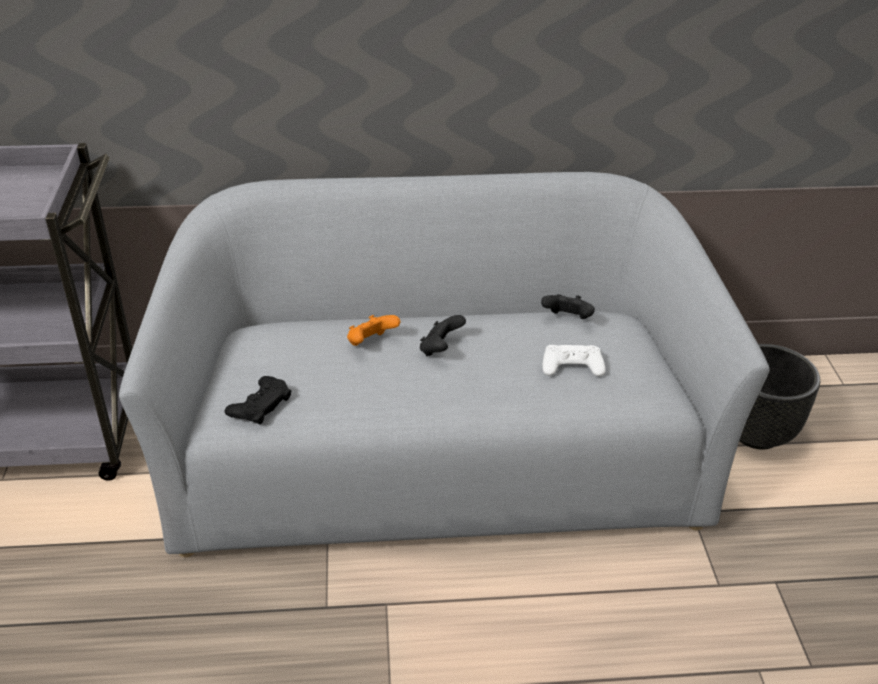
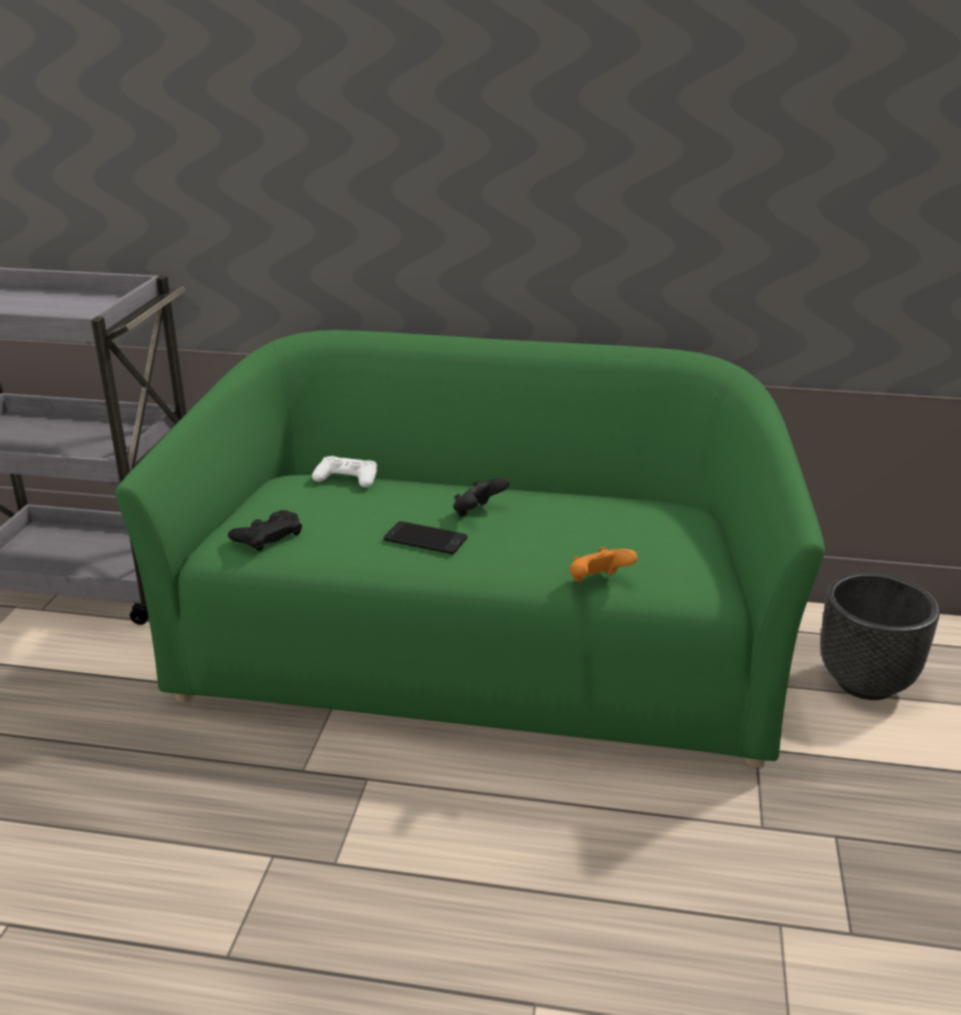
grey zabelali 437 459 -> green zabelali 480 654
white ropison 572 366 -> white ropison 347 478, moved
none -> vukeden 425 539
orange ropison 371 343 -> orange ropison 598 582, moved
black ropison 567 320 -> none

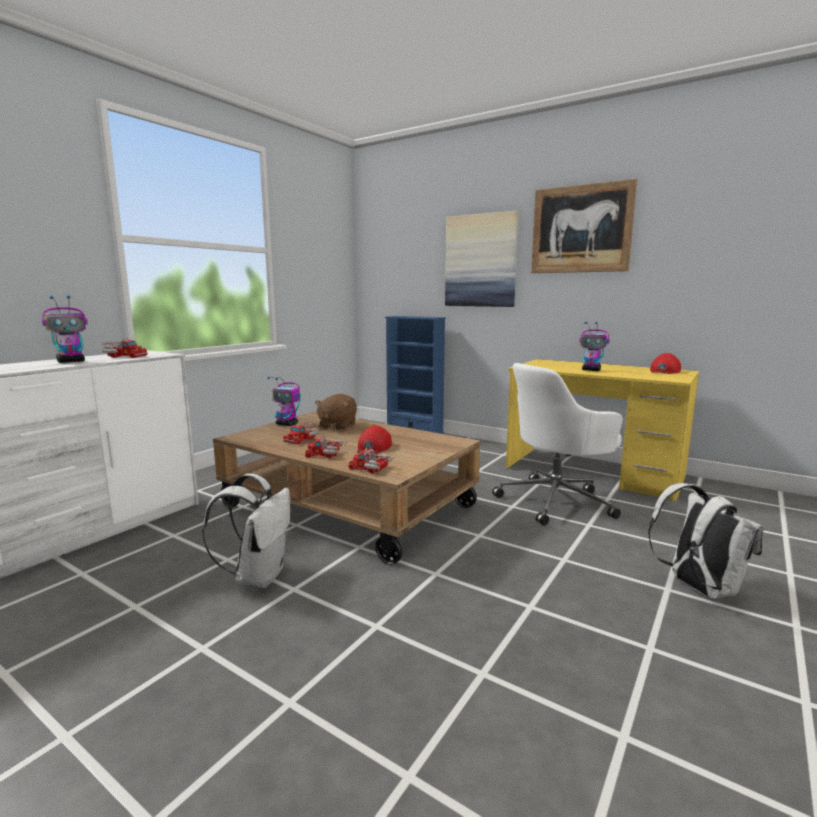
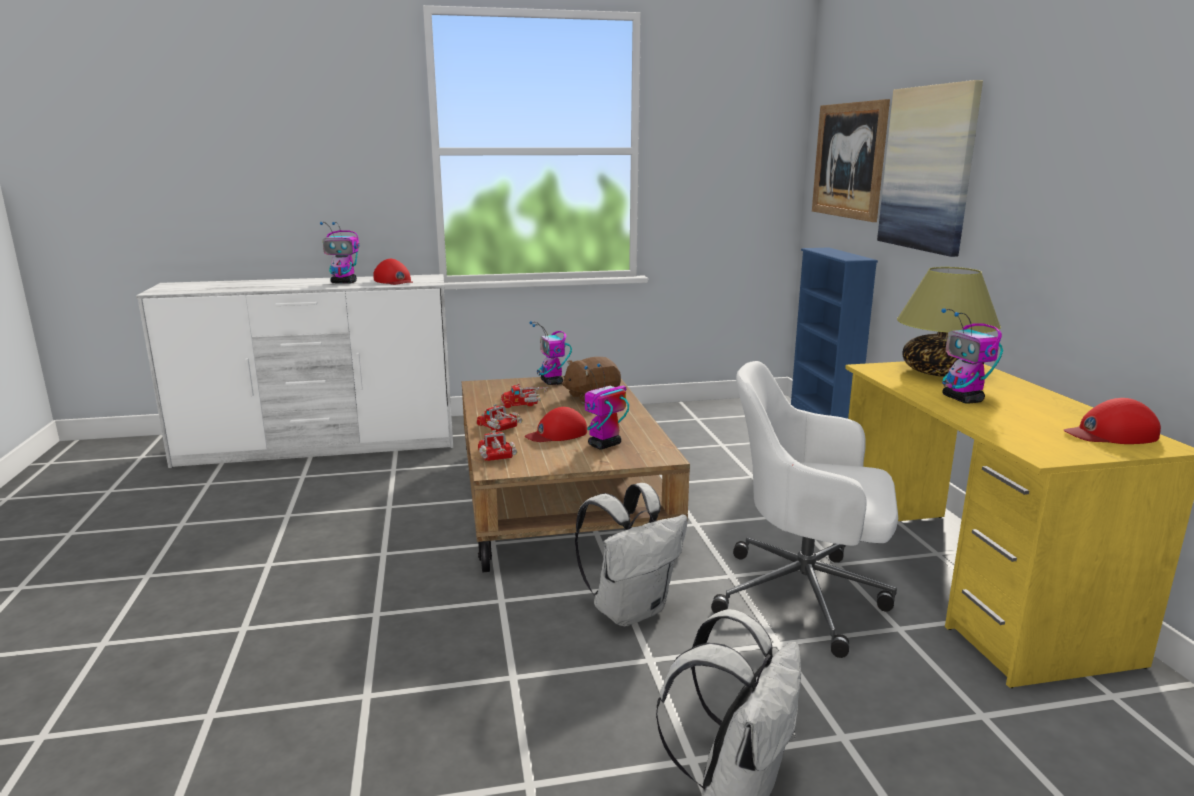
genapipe 122 356 -> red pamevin 394 281
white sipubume 259 576 -> white sipubume 630 609, moved
none -> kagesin 604 445
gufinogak 581 229 -> gufinogak 849 160, moved
none -> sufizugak 941 372

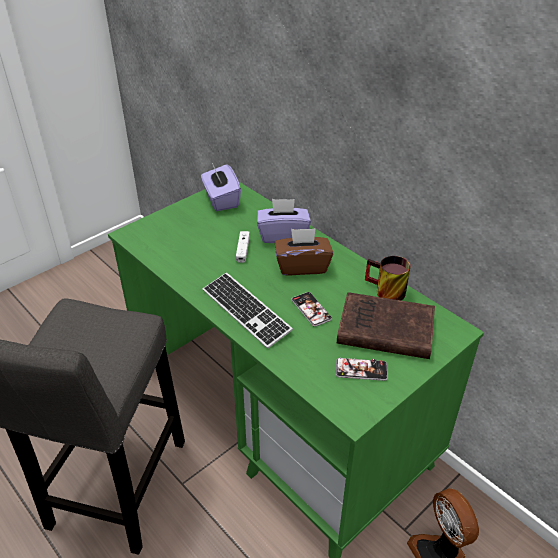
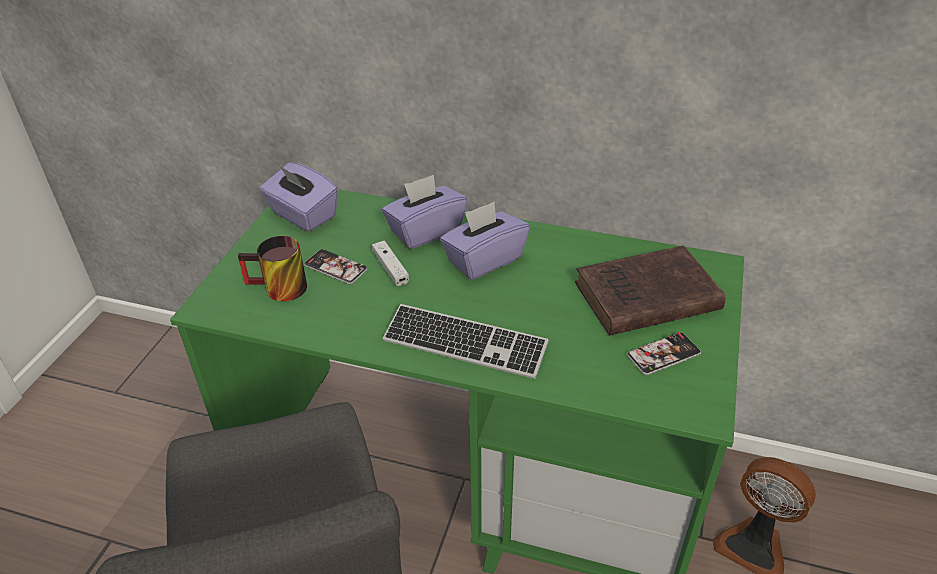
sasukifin 384 292 -> sasukifin 278 290, moved
vukeden 311 309 -> vukeden 336 267, moved
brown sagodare 302 266 -> purple sagodare 484 260

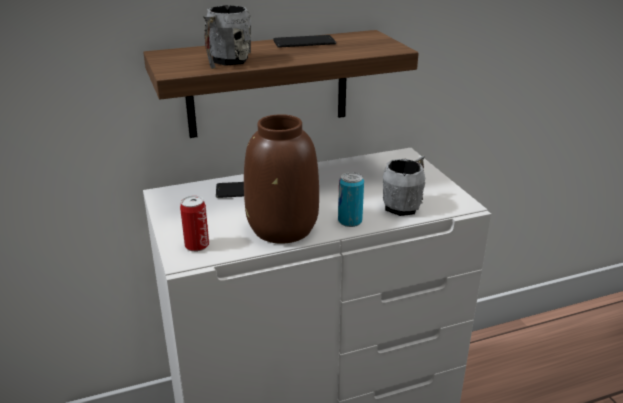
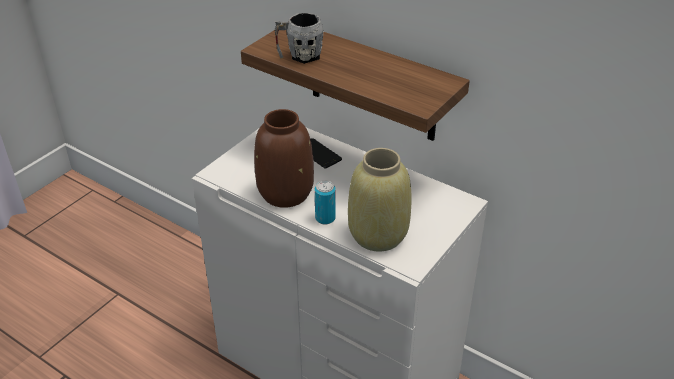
grey sasukifin 405 205 -> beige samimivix 377 235
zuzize 197 245 -> none
vukeden 304 42 -> none

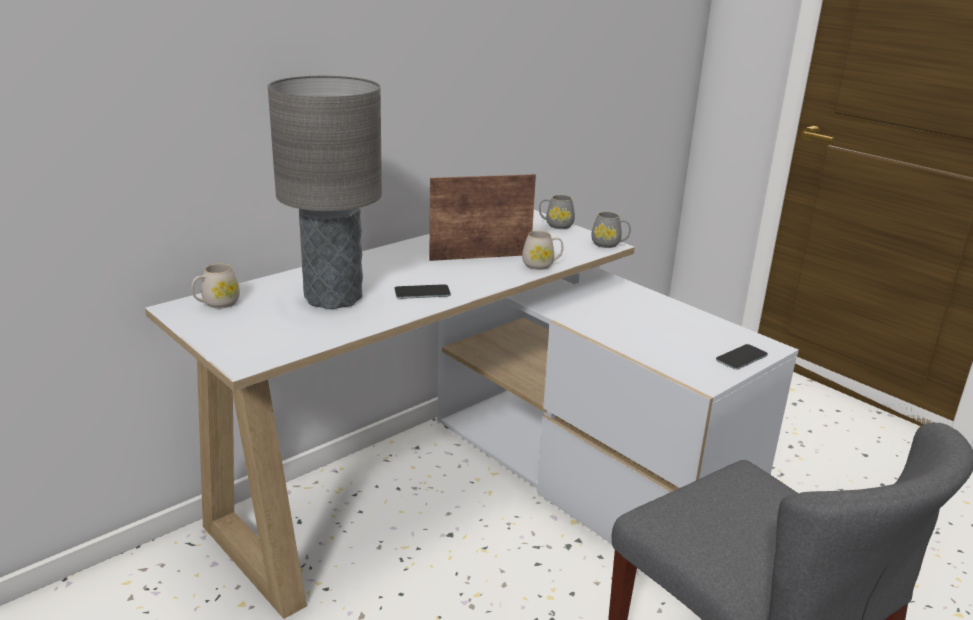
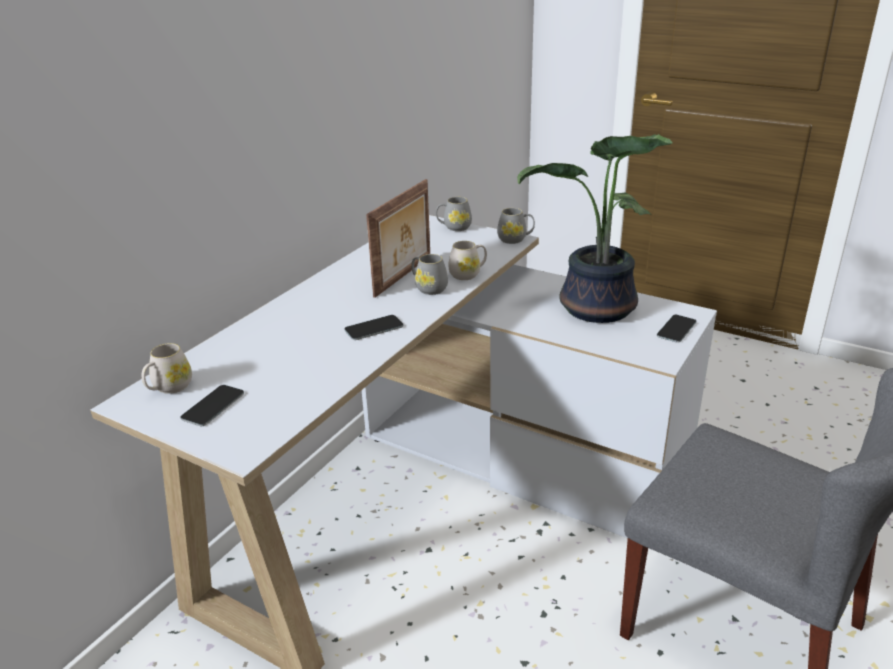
none -> vukeden 213 406
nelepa 480 256 -> nelepa 404 276, 150 degrees clockwise
none -> grey sasukifin 428 288
none -> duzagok 596 310
grey sufizugak 333 298 -> none

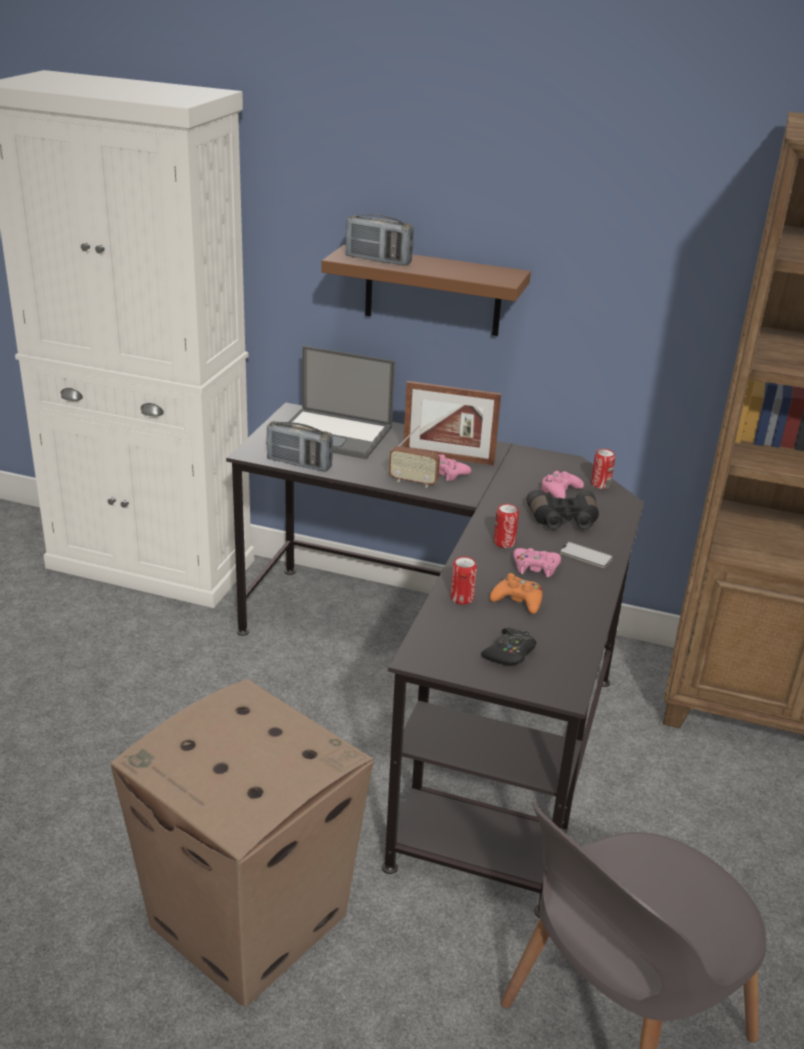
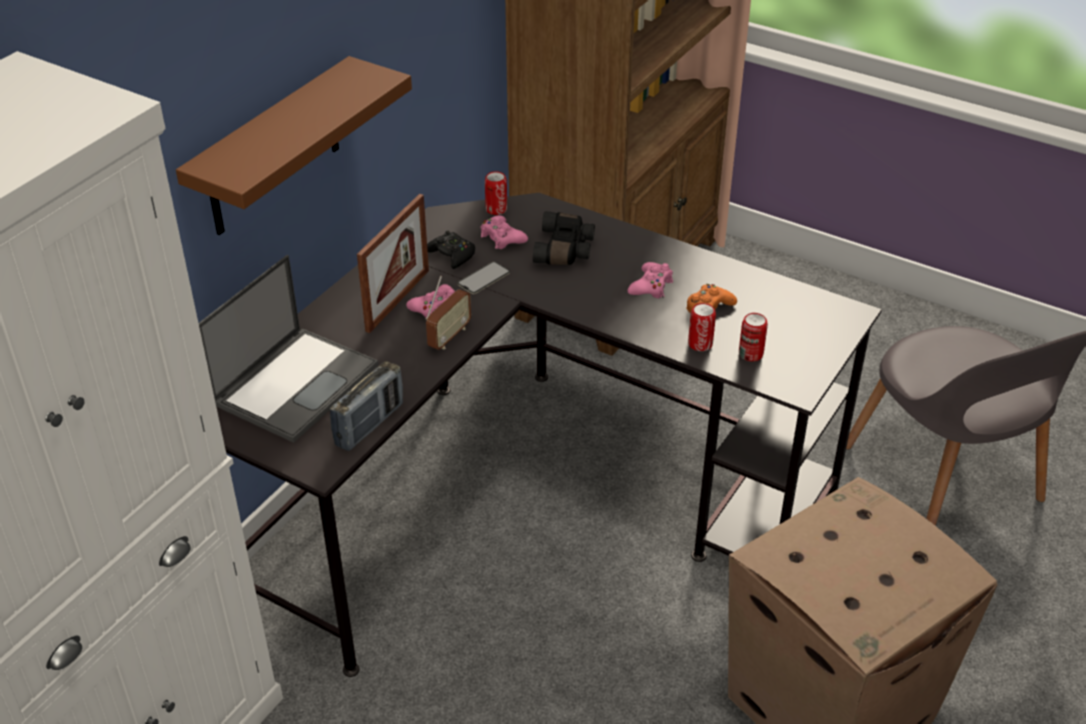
black ropison 509 653 -> black ropison 451 255, moved
vukeden 585 555 -> vukeden 483 278, moved
zuzize 504 543 -> zuzize 750 354, moved
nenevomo 378 260 -> none

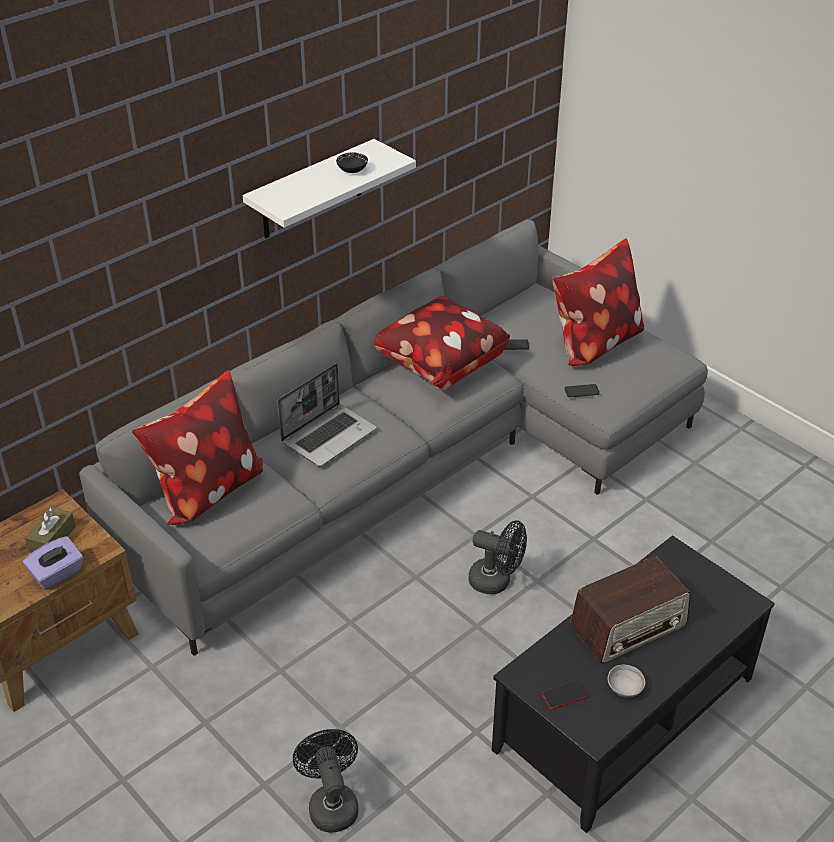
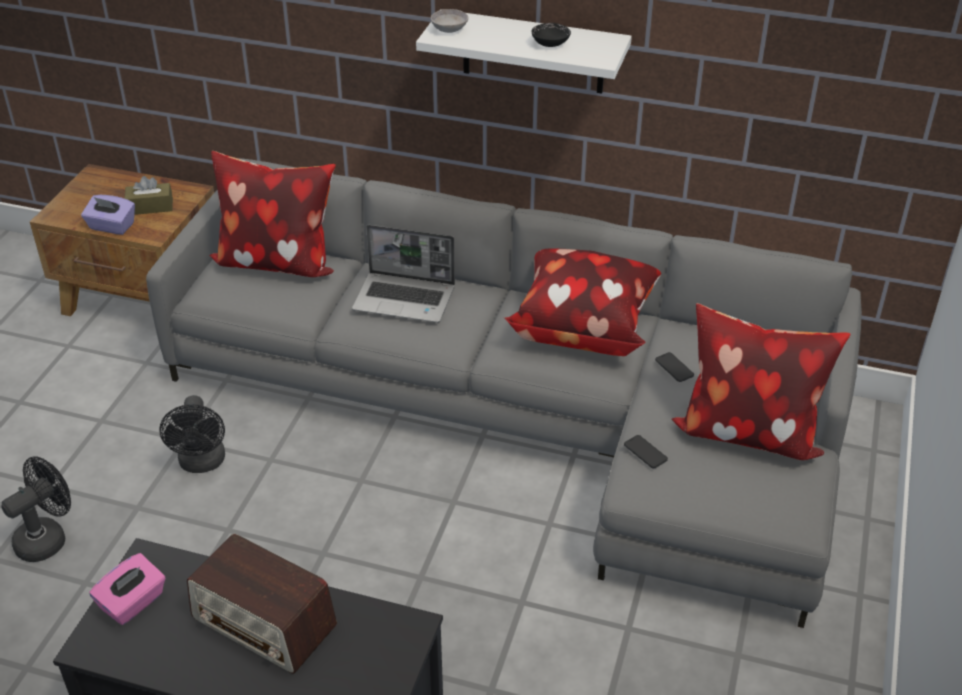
vukeden 565 695 -> pink sagodare 133 603
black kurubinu 496 581 -> black kurubinu 202 463, moved
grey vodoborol 624 688 -> grey vodoborol 449 29, moved

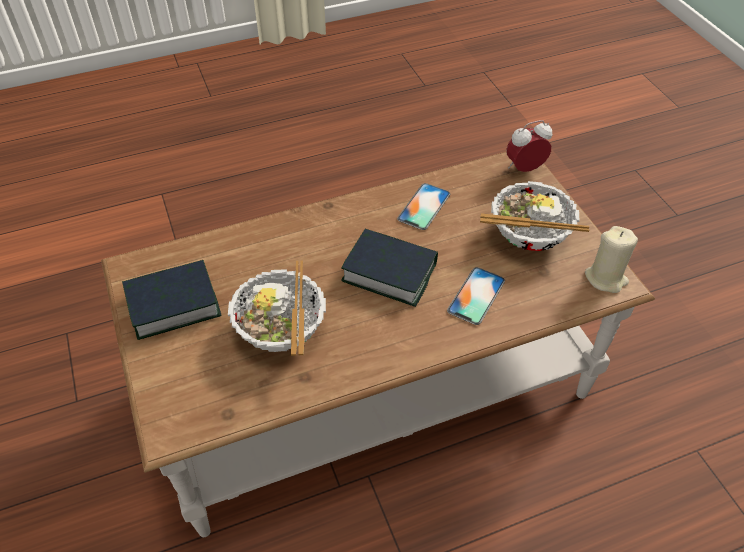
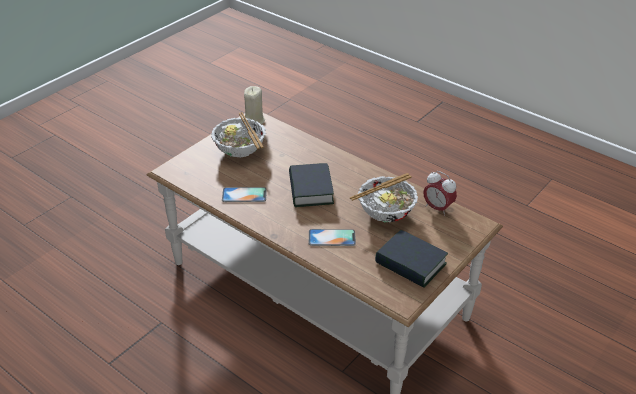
vukeden 476 296 -> vukeden 332 238, moved
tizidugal 524 169 -> tizidugal 437 208, moved

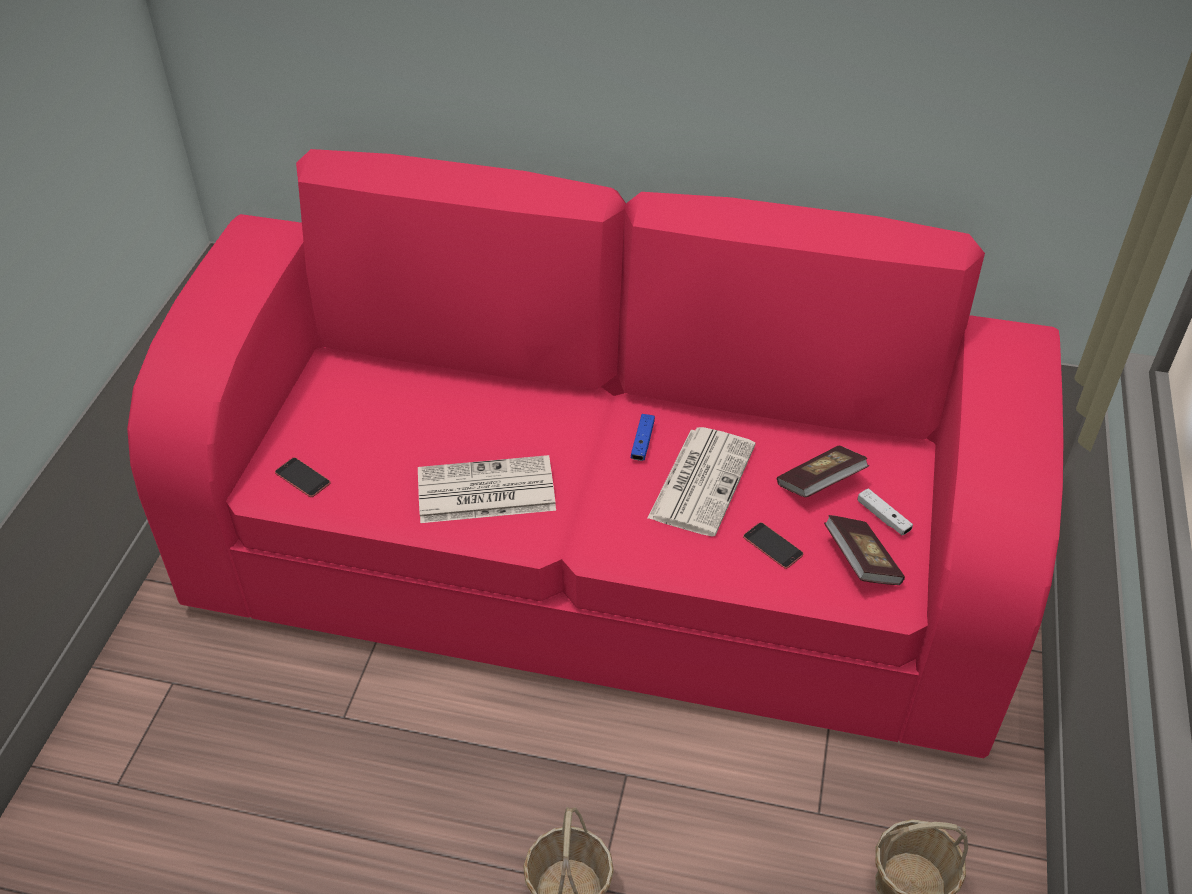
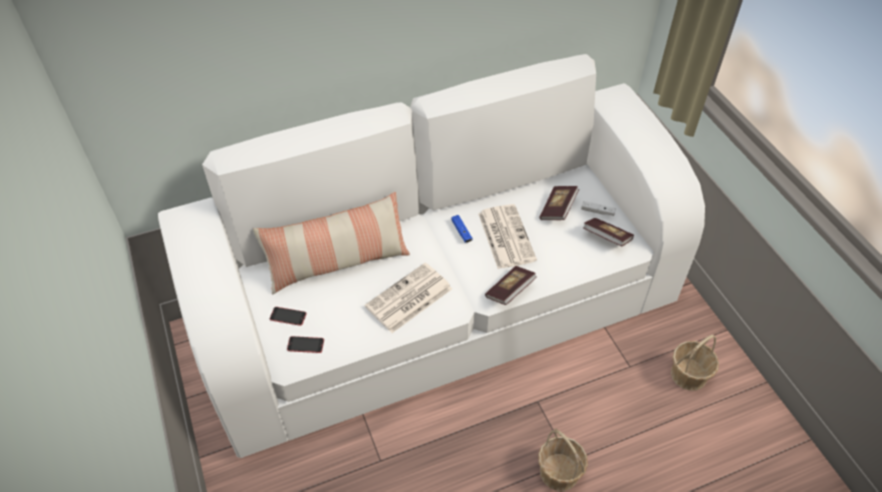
pink zabelali 597 571 -> white zabelali 441 311
none -> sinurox 337 262
vukeden 773 545 -> vukeden 288 316, moved
none -> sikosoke 510 291

